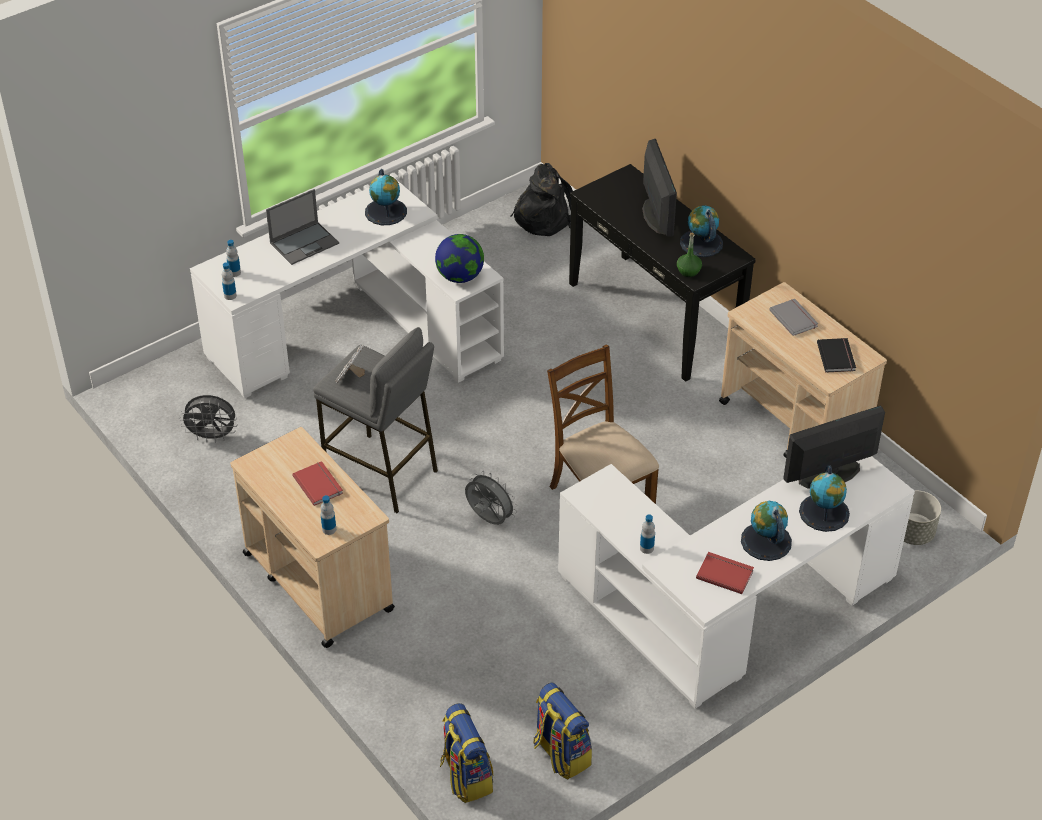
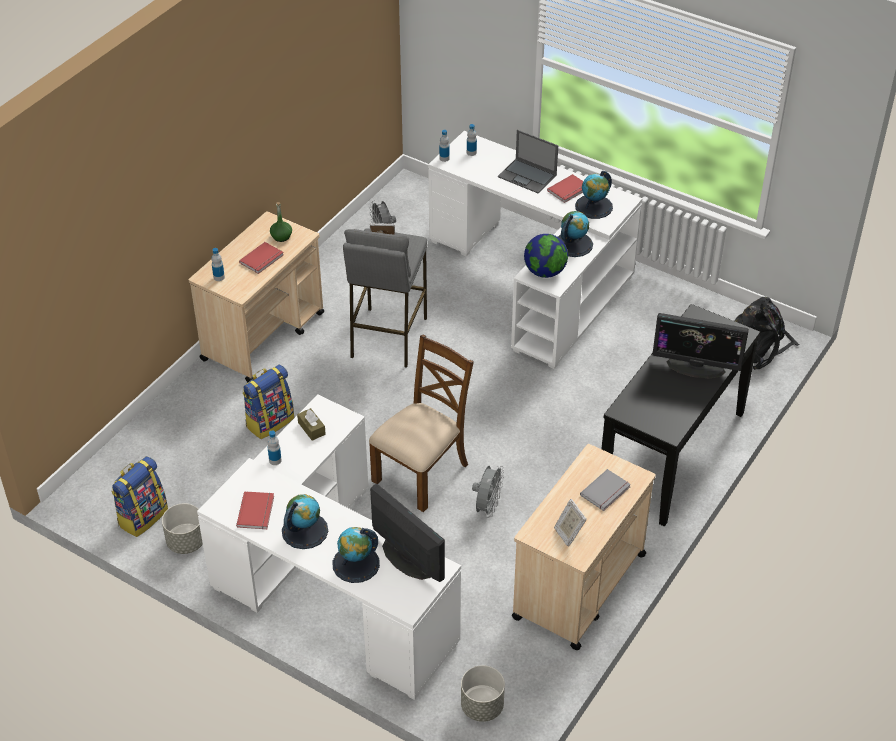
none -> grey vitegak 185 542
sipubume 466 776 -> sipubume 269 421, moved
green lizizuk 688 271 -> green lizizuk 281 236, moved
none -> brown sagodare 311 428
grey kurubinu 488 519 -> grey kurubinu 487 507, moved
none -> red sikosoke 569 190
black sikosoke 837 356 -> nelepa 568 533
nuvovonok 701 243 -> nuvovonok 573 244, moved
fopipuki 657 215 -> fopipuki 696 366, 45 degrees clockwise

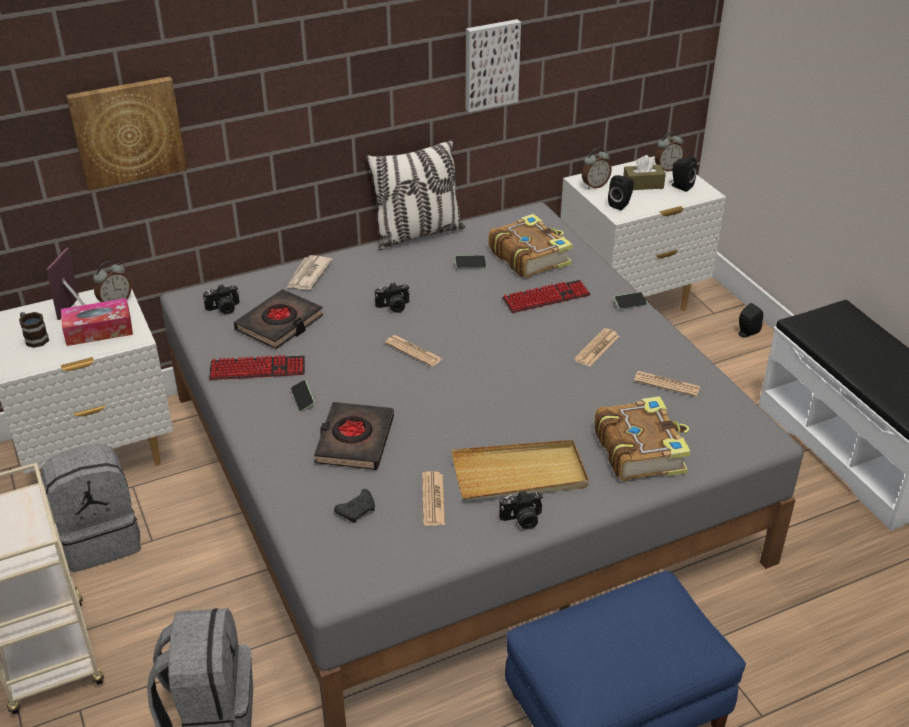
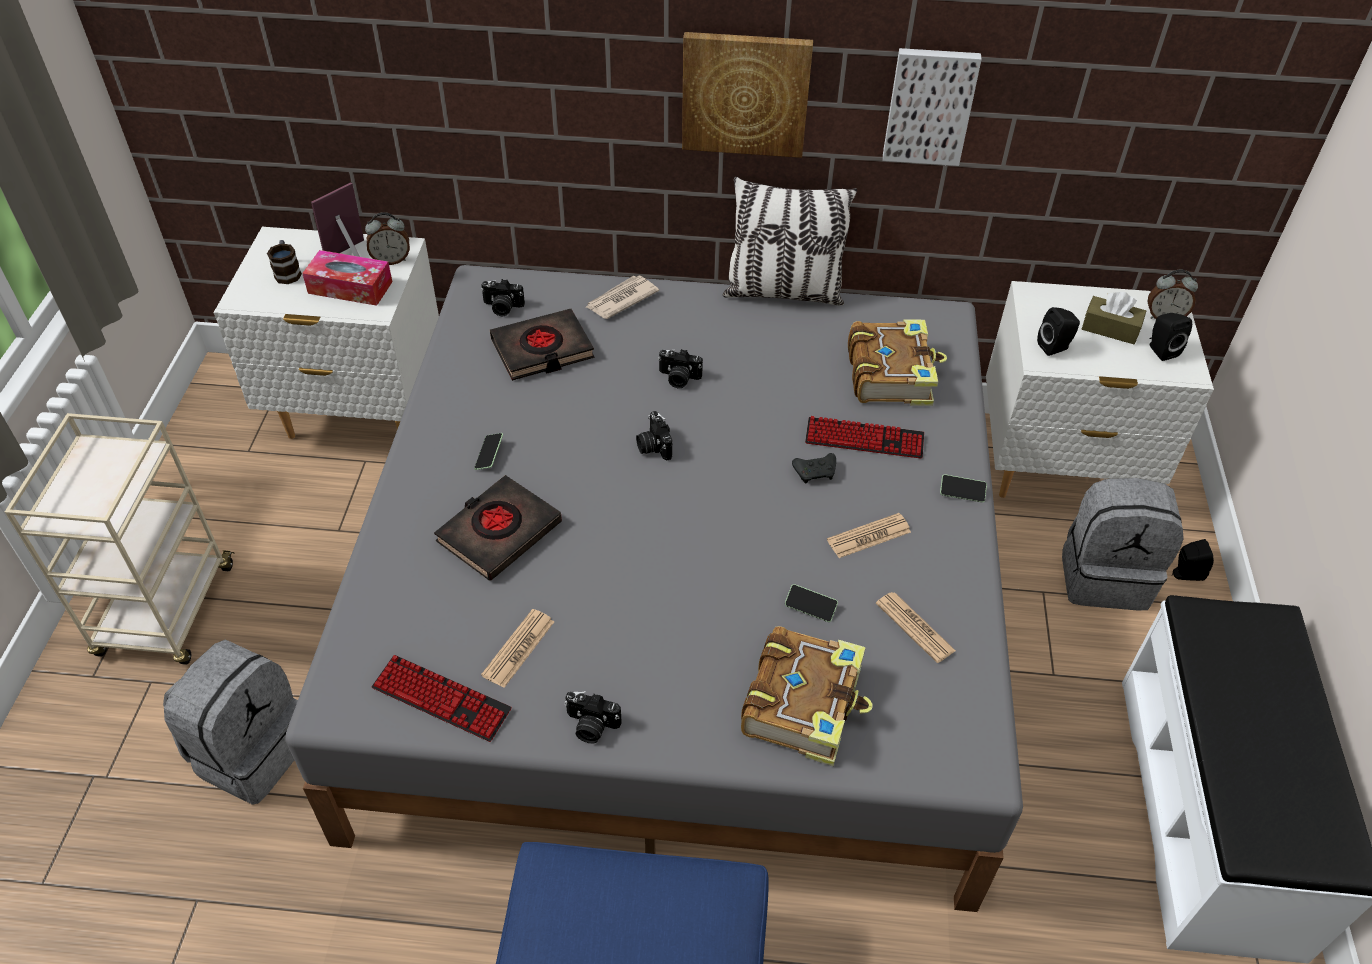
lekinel 257 369 -> lekinel 441 699, moved
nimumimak 413 351 -> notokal 653 446
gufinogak 127 132 -> gufinogak 745 93, moved
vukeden 470 265 -> vukeden 810 607, moved
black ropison 357 510 -> black ropison 815 472, moved
grey sipubume 100 539 -> grey sipubume 1104 576, moved
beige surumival 519 474 -> none
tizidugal 594 185 -> none

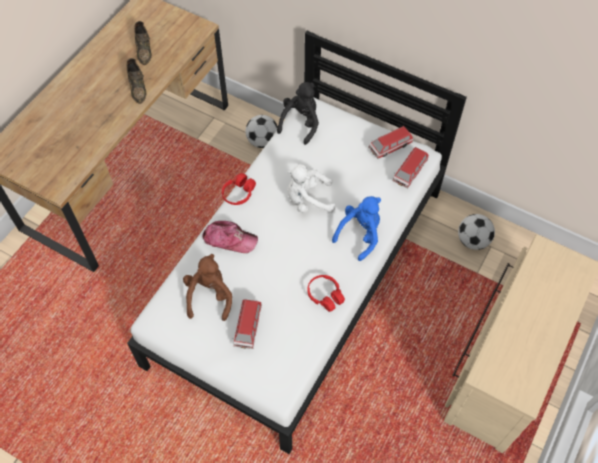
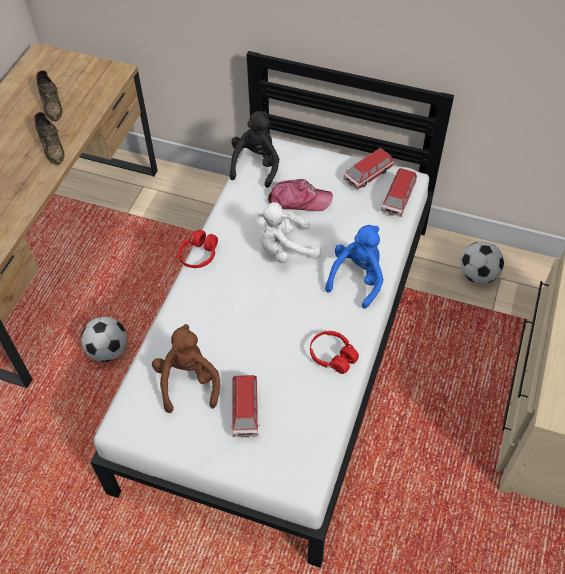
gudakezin 262 141 -> gudakezin 108 350, moved
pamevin 229 239 -> pamevin 299 200, moved

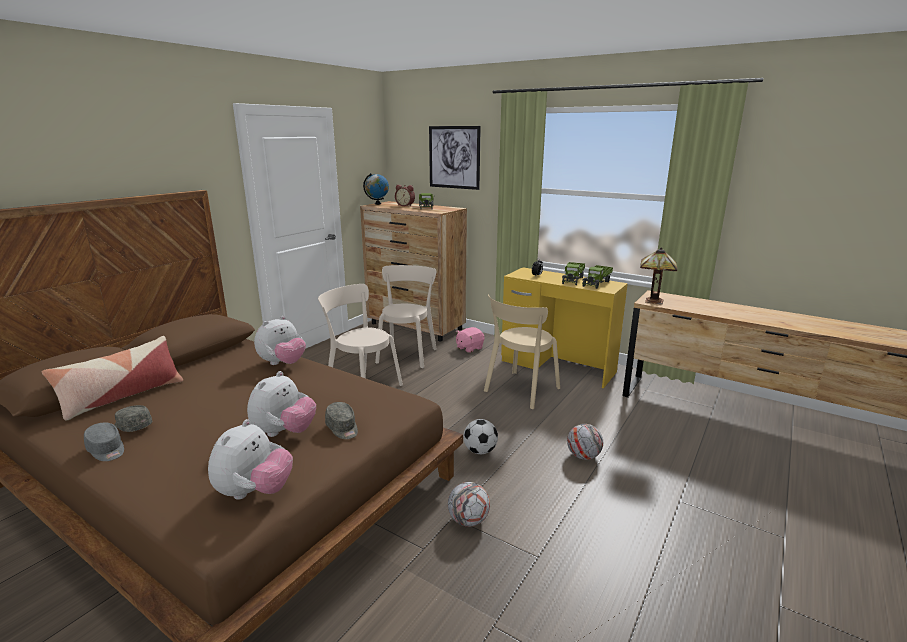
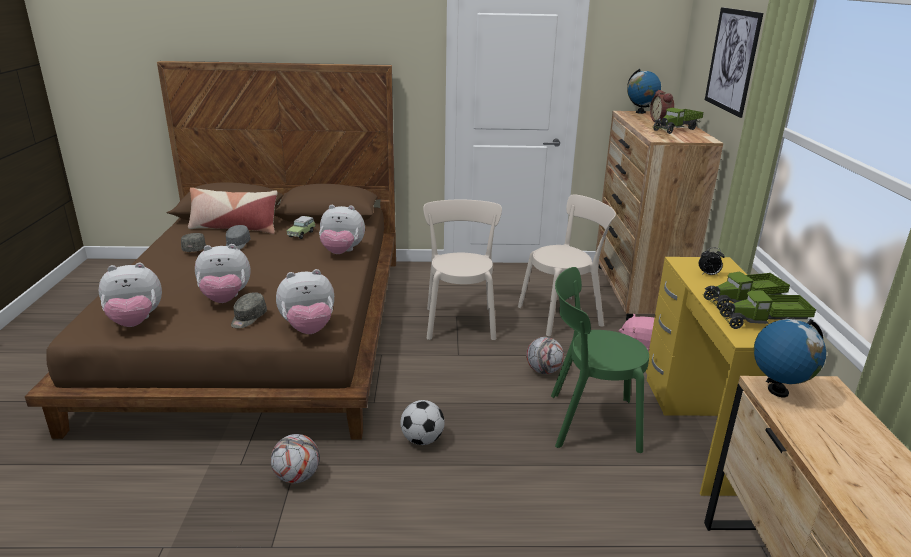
grey pamevin 106 450 -> grey pamevin 237 245, moved
none -> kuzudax 308 329
none -> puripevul 302 234
gudakezin 583 456 -> gudakezin 543 371, moved
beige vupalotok 520 391 -> green vupalotok 588 422
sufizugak 652 301 -> nuvovonok 777 391

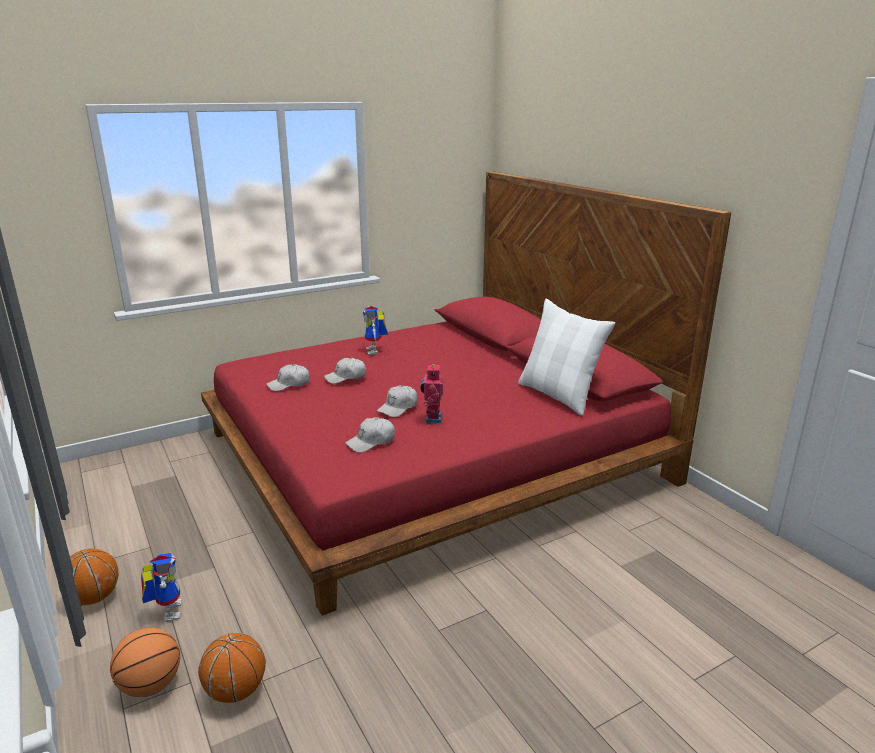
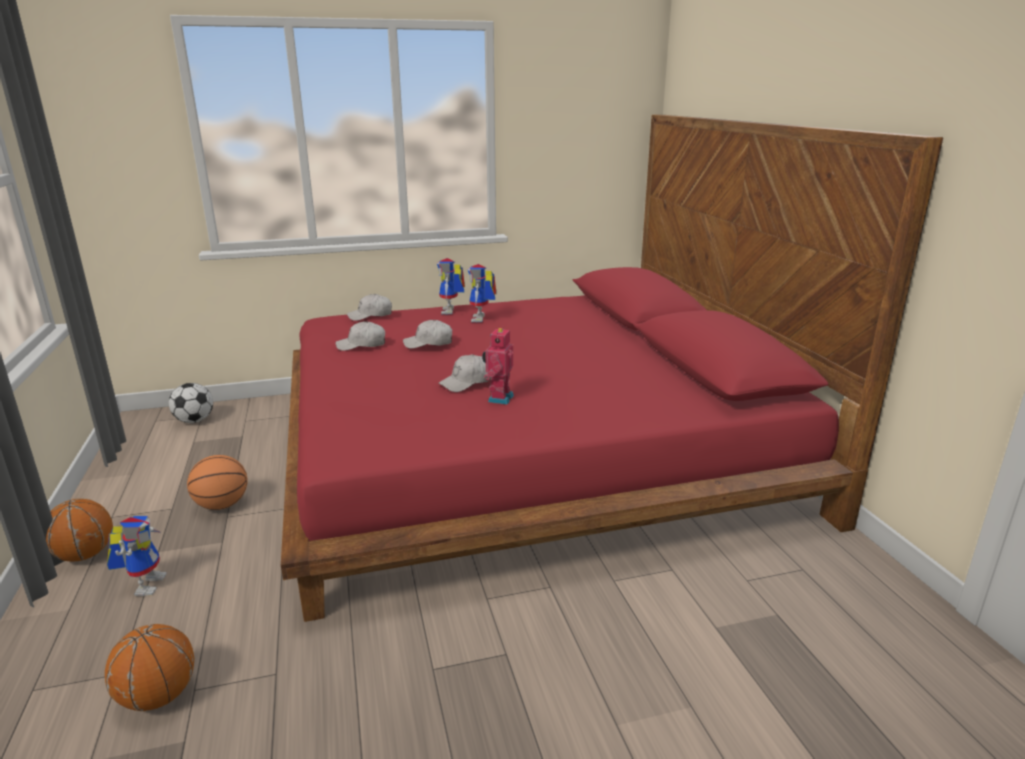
none -> gudakezin 194 421
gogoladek 151 685 -> gogoladek 222 505, moved
white pamevin 371 442 -> white pamevin 370 315, moved
none -> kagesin 451 311
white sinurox 558 395 -> none

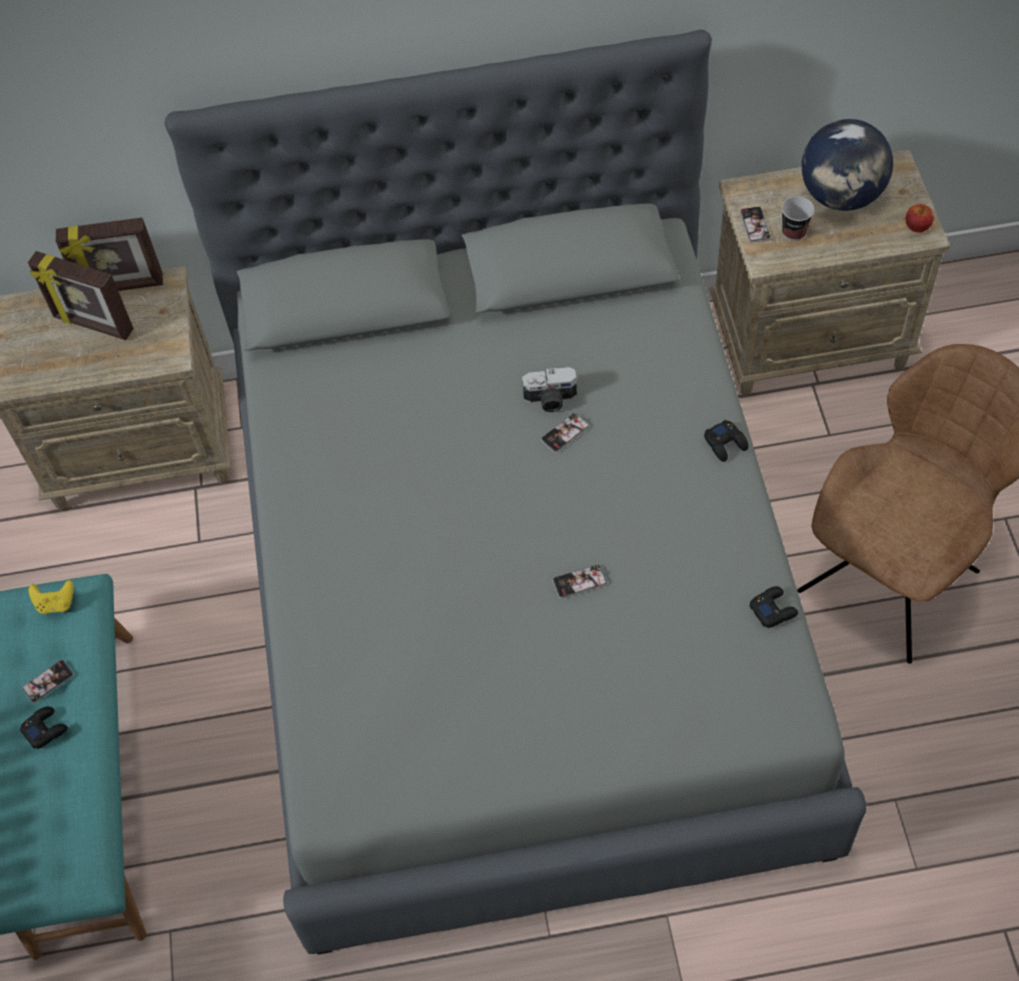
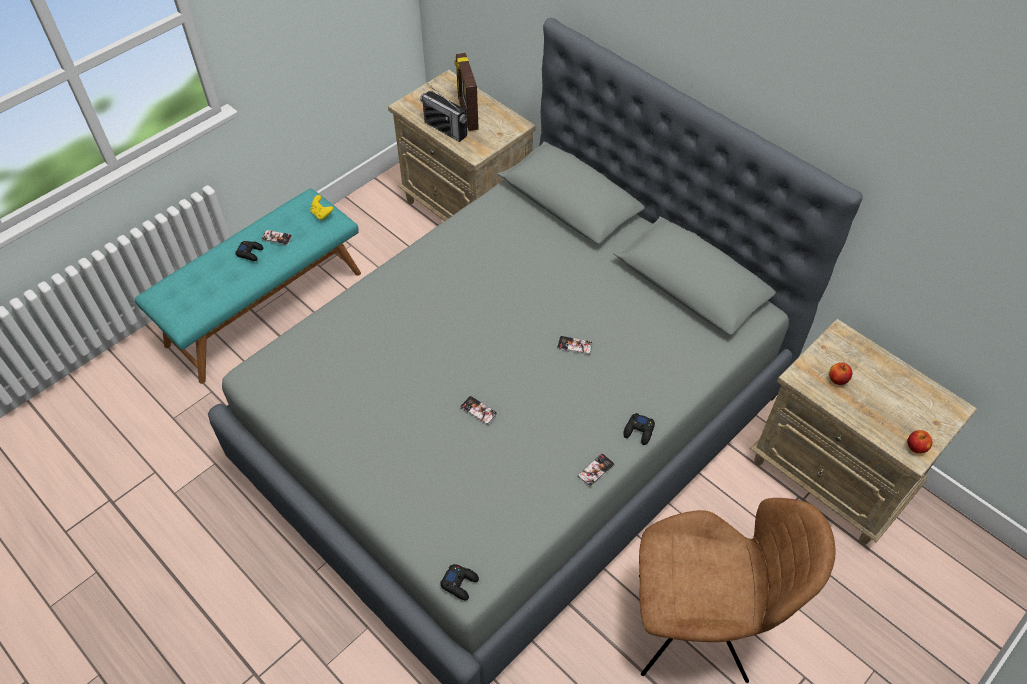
none -> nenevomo 446 129
black ropison 773 609 -> black ropison 460 583, moved
vukeden 755 225 -> vukeden 596 470, moved
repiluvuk 794 232 -> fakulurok 837 379
nelepa 121 286 -> none
notokal 550 400 -> none
nuvovonok 840 196 -> none

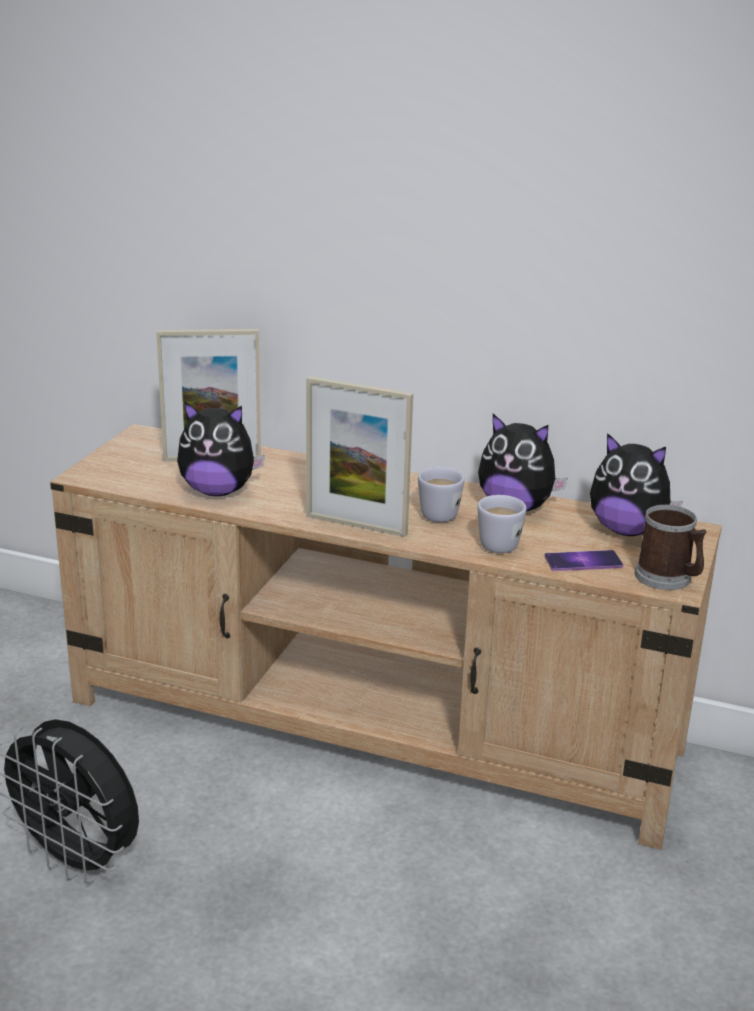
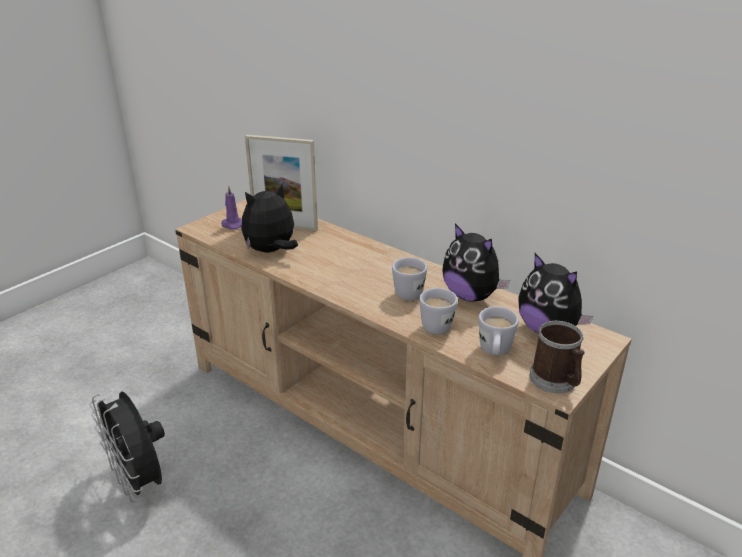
none -> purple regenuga 232 224
kuzudax 218 491 -> kuzudax 271 251, 120 degrees clockwise
vukeden 583 561 -> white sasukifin 494 352
nelepa 356 525 -> none

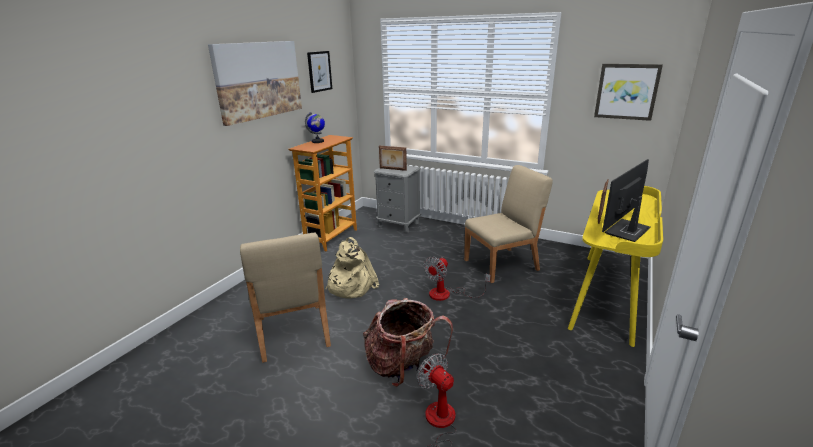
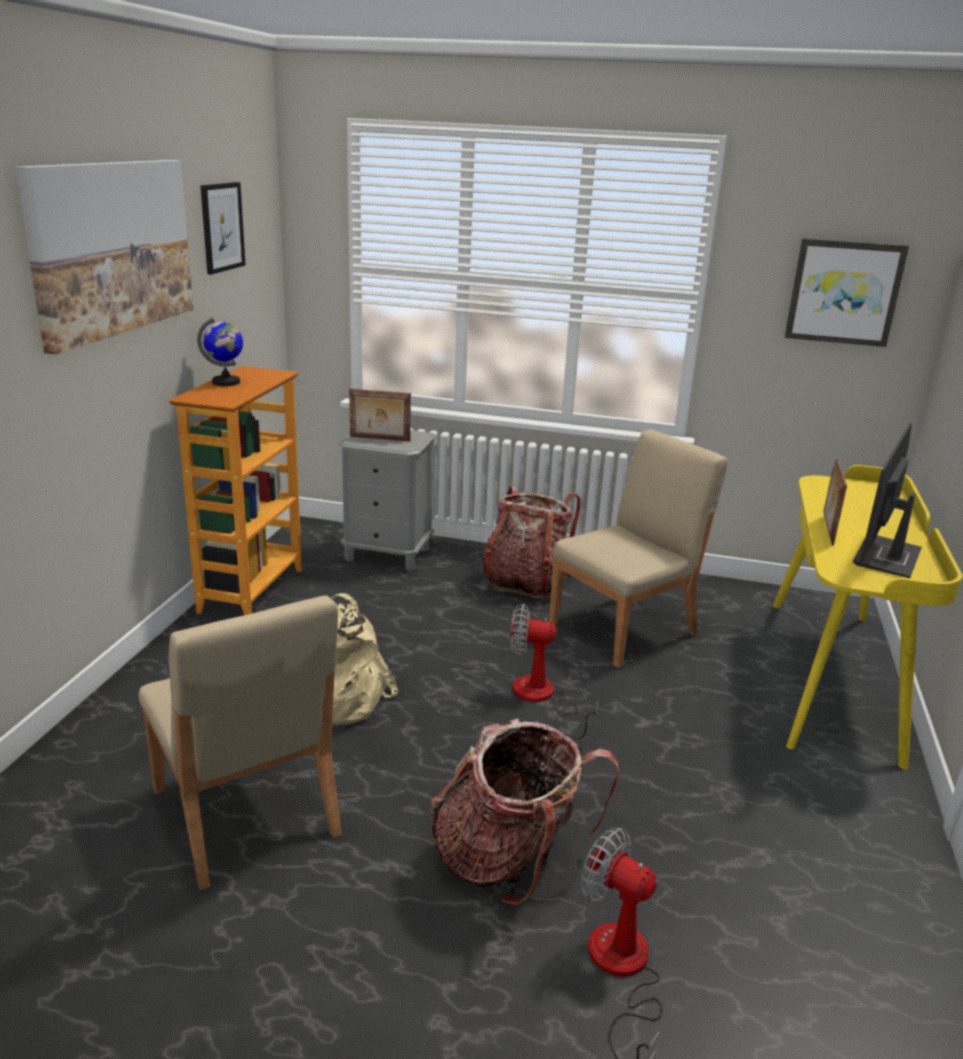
none -> sipubume 525 582
kurubinu 447 294 -> kurubinu 542 698, 75 degrees clockwise

